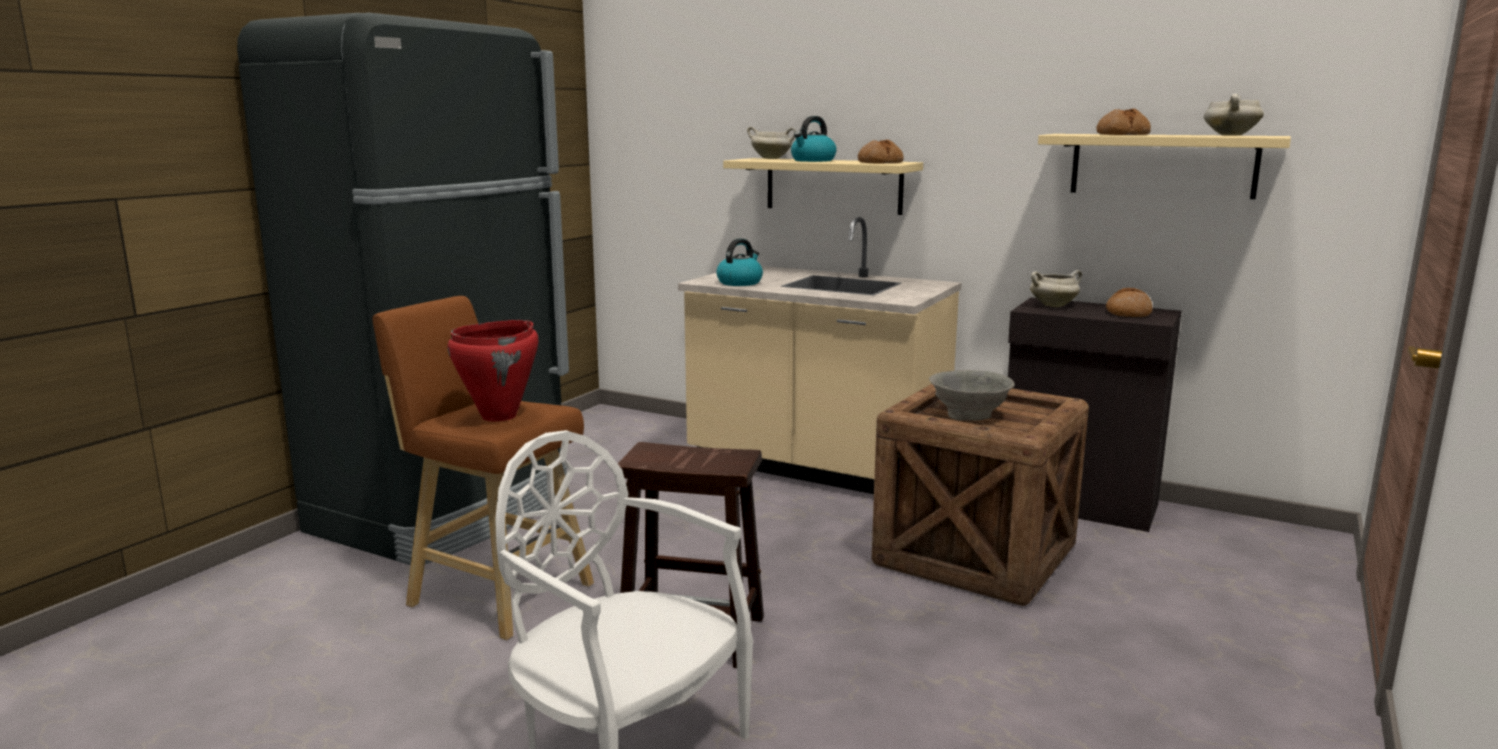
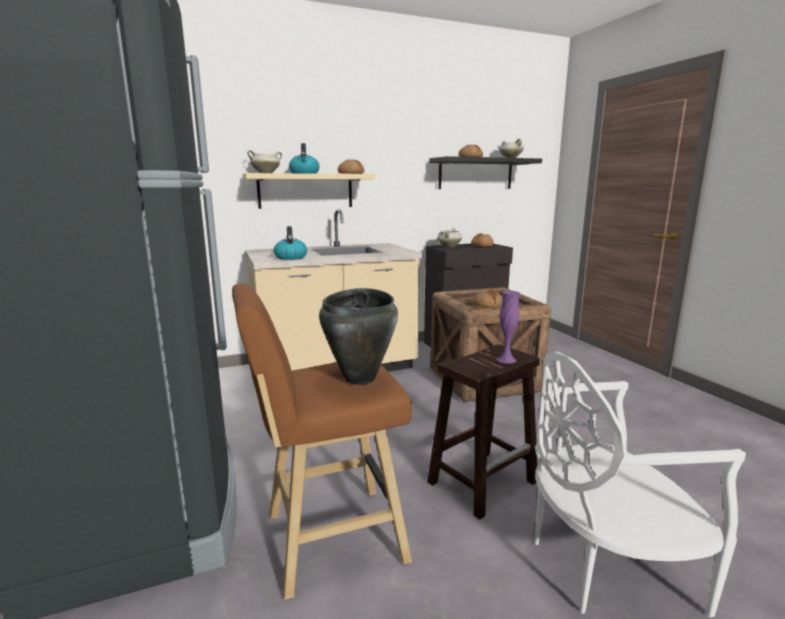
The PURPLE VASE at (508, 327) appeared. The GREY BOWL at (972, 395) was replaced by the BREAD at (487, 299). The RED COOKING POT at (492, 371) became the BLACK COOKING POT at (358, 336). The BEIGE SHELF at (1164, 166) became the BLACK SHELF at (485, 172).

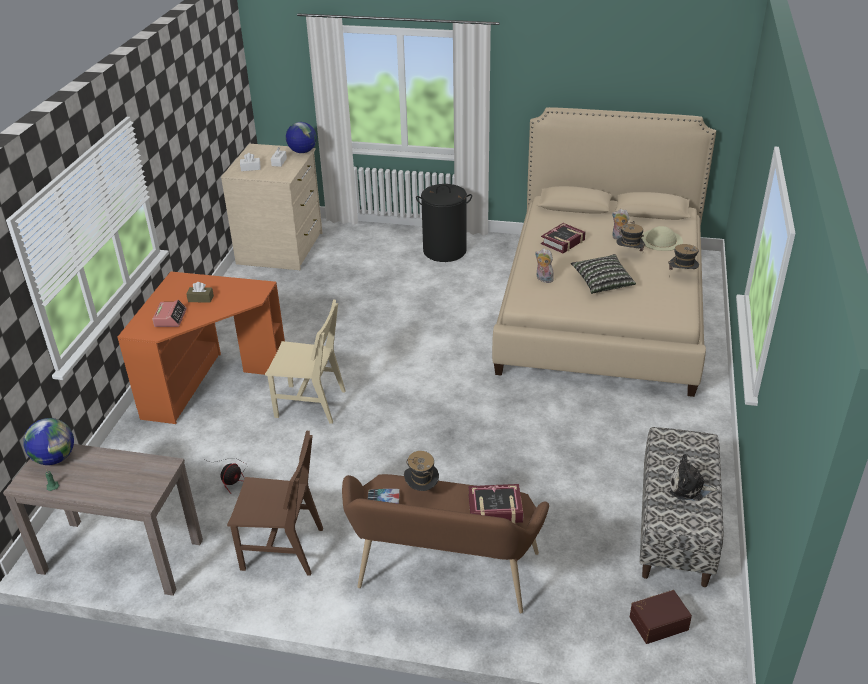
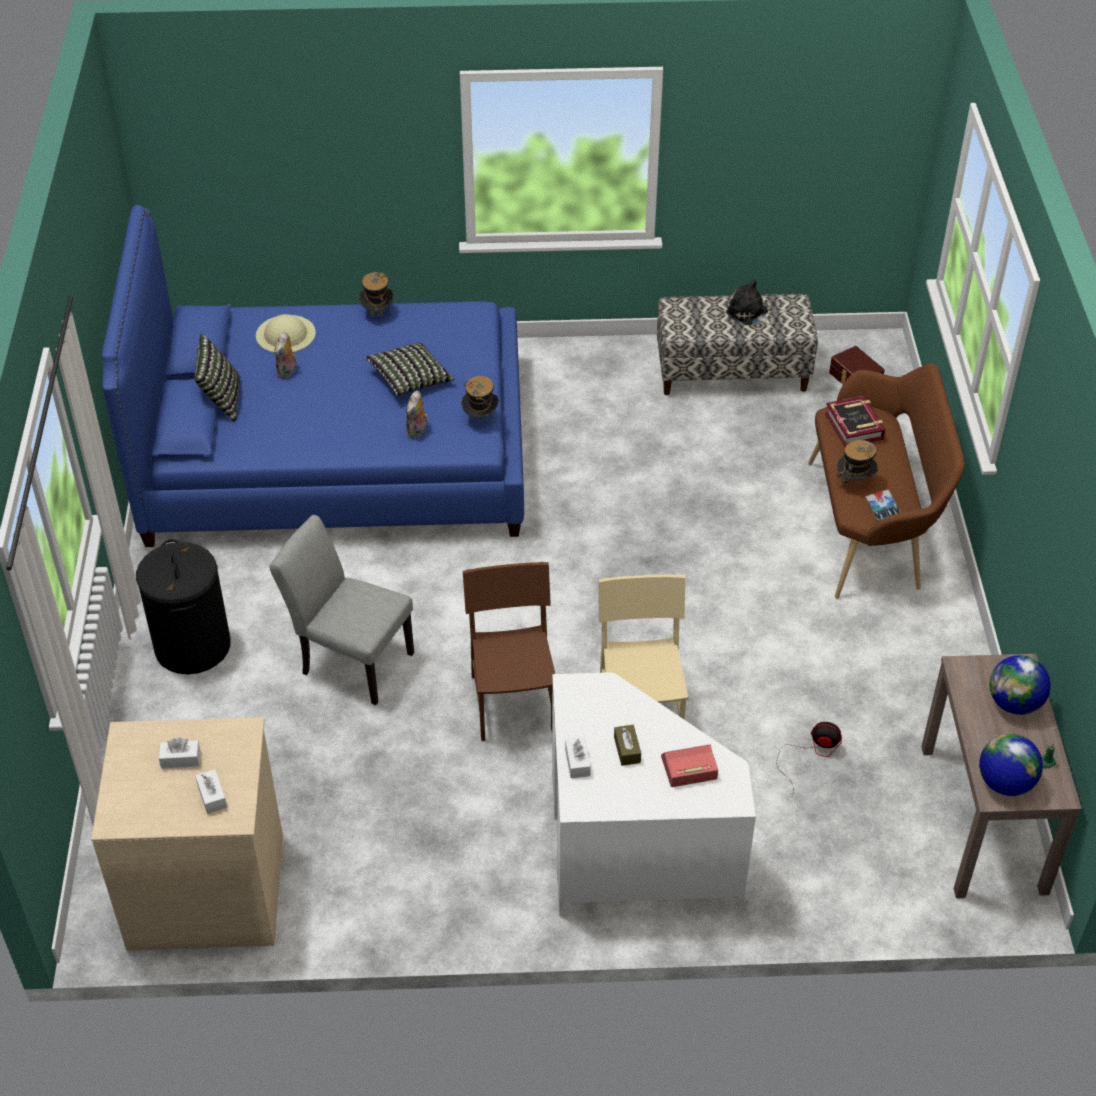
The BOOK at (563, 238) disappeared. The PILLOW at (217, 378) appeared. The GREY CHAIR at (341, 610) appeared. The WHITE TISSUE BOX at (578, 757) appeared. The BROWN CHAIR moved from (275, 503) to (509, 651). The GLOBE moved from (301, 137) to (1020, 685). The HAT moved from (631, 236) to (480, 397). The ORANGE DESK at (201, 347) became the WHITE DESK at (654, 794). The BEIGE BED at (604, 252) became the BLUE BED at (313, 376). The PLUSH TOY at (694, 477) turned 135 degrees clockwise.

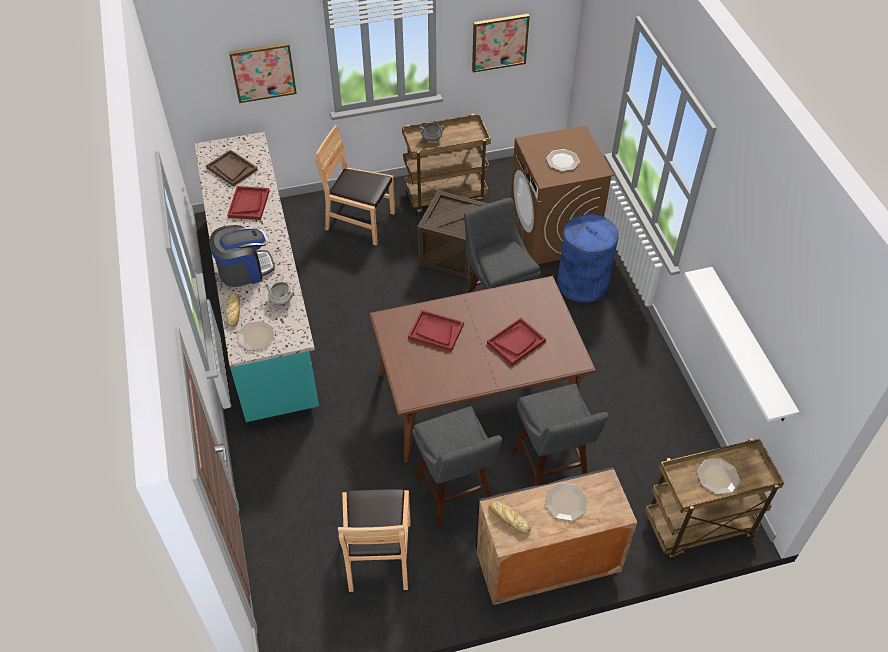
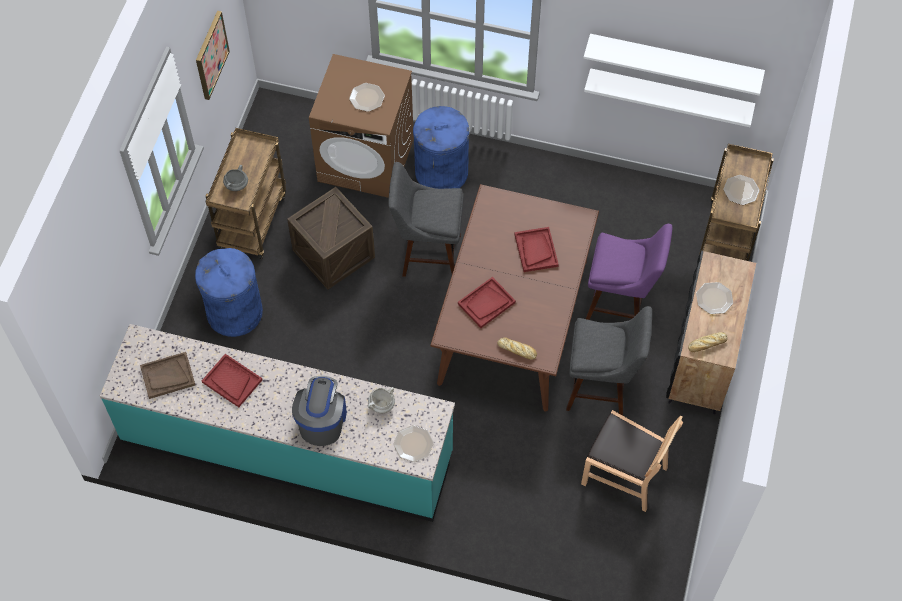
The PICTURE at (263, 72) disappeared. The WHITE SHELF at (674, 65) appeared. The BREAD moved from (233, 310) to (517, 348). The BROWN CHAIR at (355, 185) was replaced by the BLUE TRASH CAN at (229, 292). The GREY STOOL at (561, 435) became the PURPLE STOOL at (629, 272).

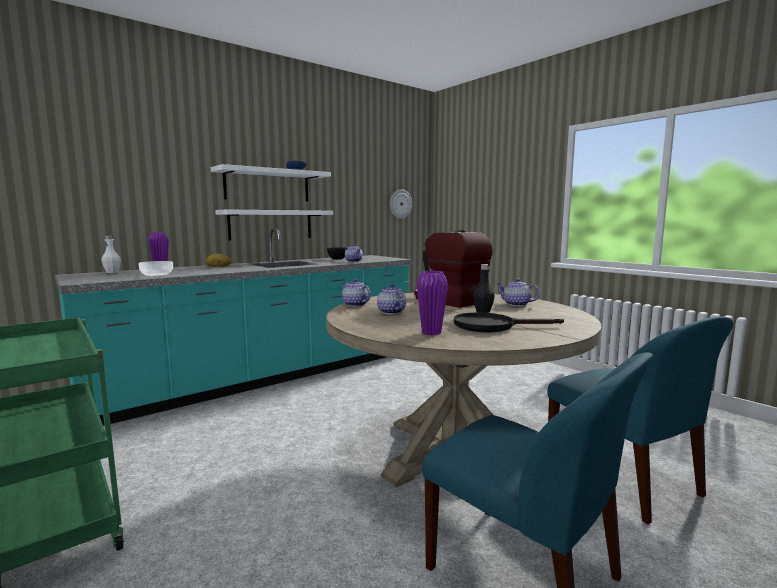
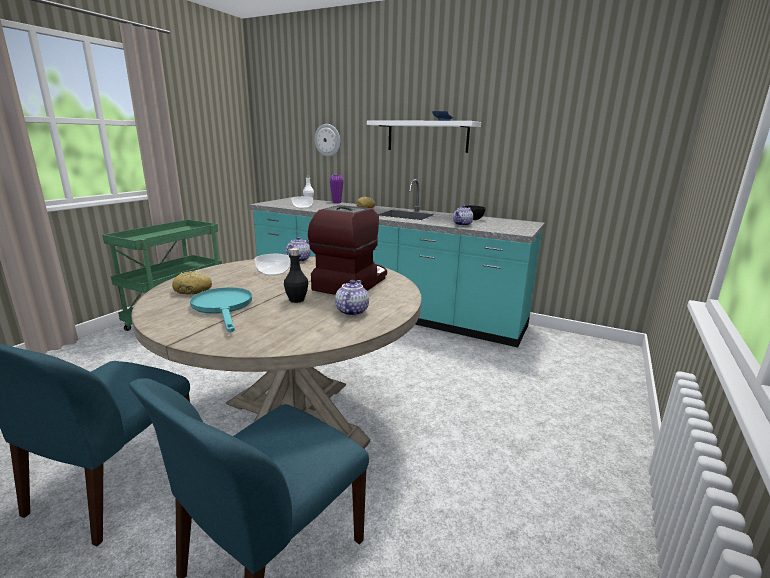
The WHITE SHELF at (274, 224) disappeared. The WALL CLOCK moved from (401, 204) to (327, 140). The TEAPOT at (391, 299) was replaced by the BOWL at (272, 265). The PURPLE VASE at (432, 303) was replaced by the BREAD at (192, 283). The BLACK FRYING PAN at (509, 322) became the TURQUOISE FRYING PAN at (221, 309).

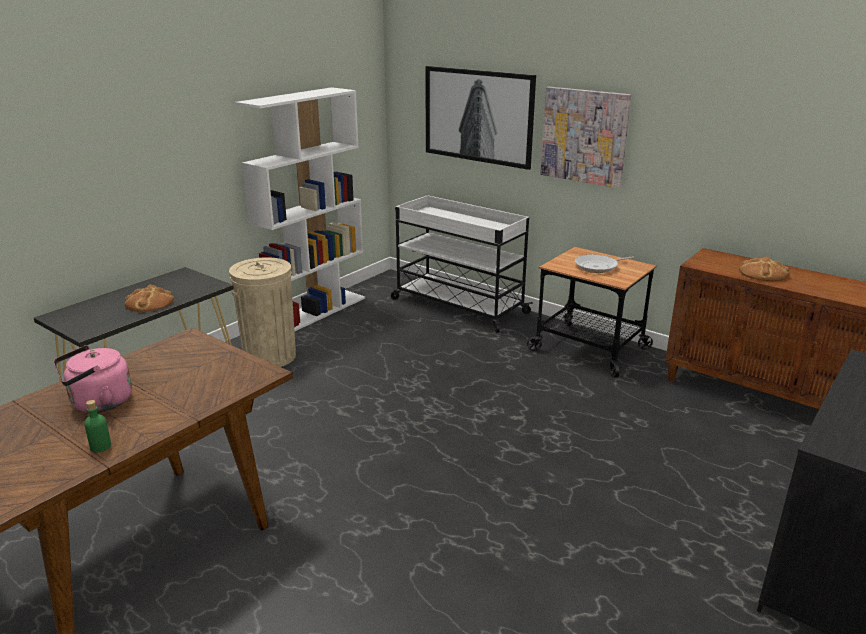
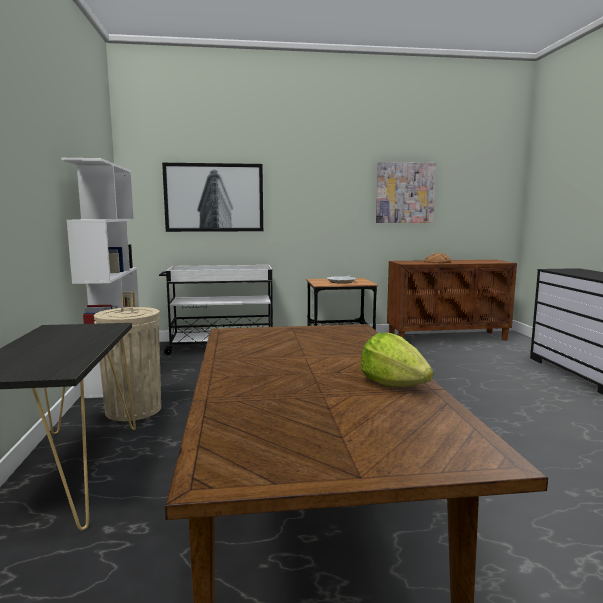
The PINK KETTLE at (92, 379) disappeared. The BREAD at (149, 298) disappeared. The PICTURE moved from (585, 137) to (406, 192). The GREEN BOTTLE at (97, 426) was replaced by the LETTUCE at (397, 360).

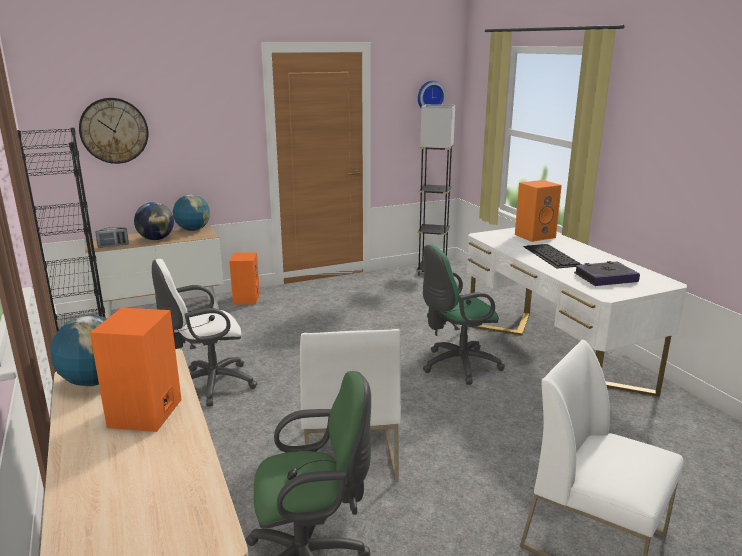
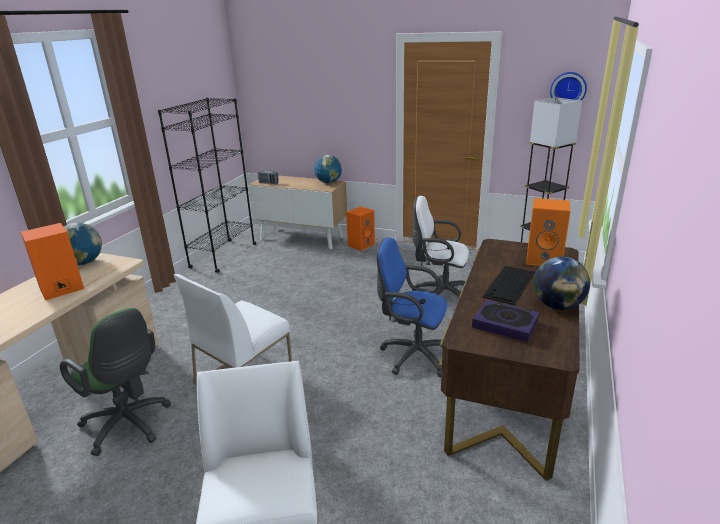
The WALL CLOCK at (113, 131) disappeared. The GLOBE moved from (154, 221) to (561, 283). The WHITE OFFICE CHAIR moved from (205, 332) to (440, 246). The GREEN OFFICE CHAIR at (464, 314) became the BLUE OFFICE CHAIR at (411, 307). The WHITE DESK at (577, 312) became the BROWN DESK at (509, 360).

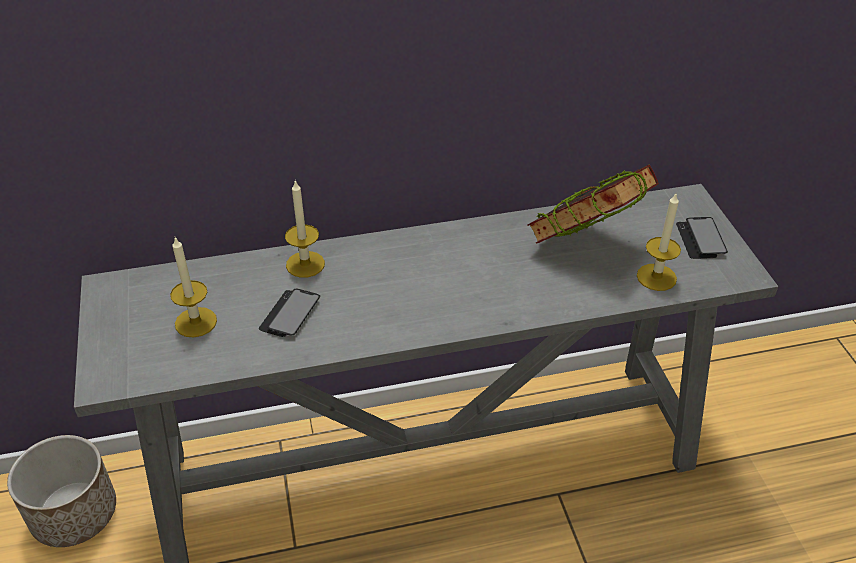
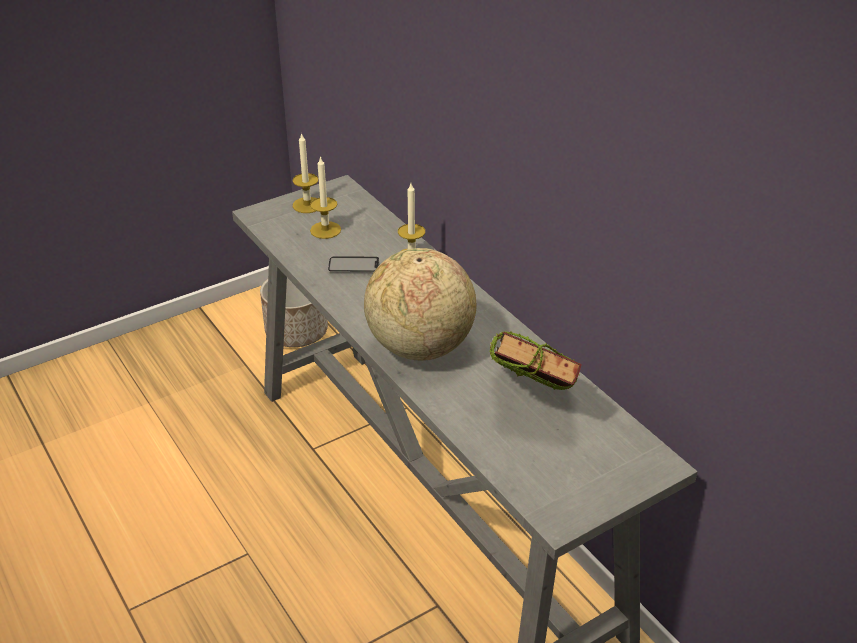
The PHONE at (702, 238) disappeared. The GLOBE at (420, 304) appeared. The CANDLE moved from (659, 241) to (305, 172).

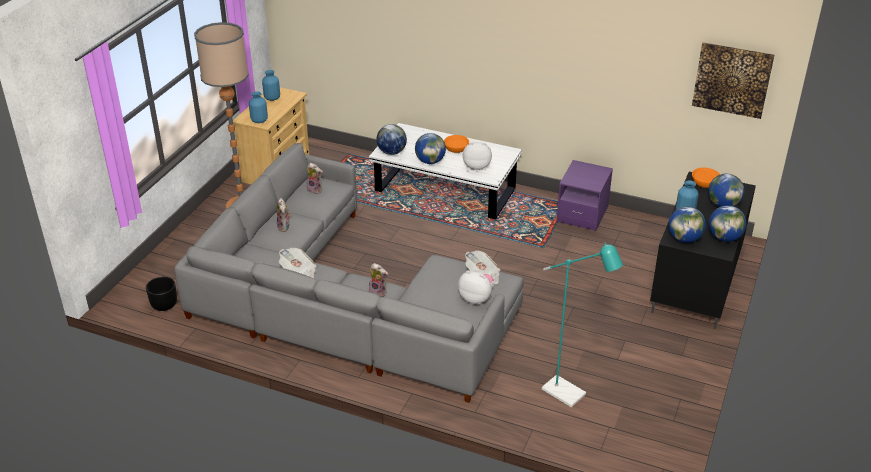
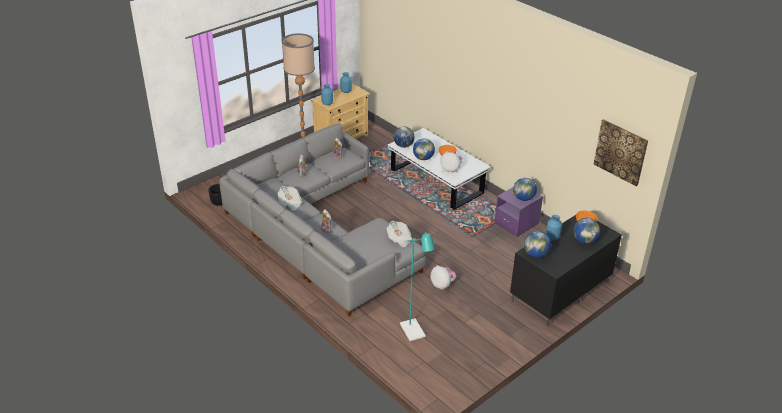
The PLUSH TOY moved from (476, 288) to (443, 277). The GLOBE moved from (727, 223) to (525, 189).

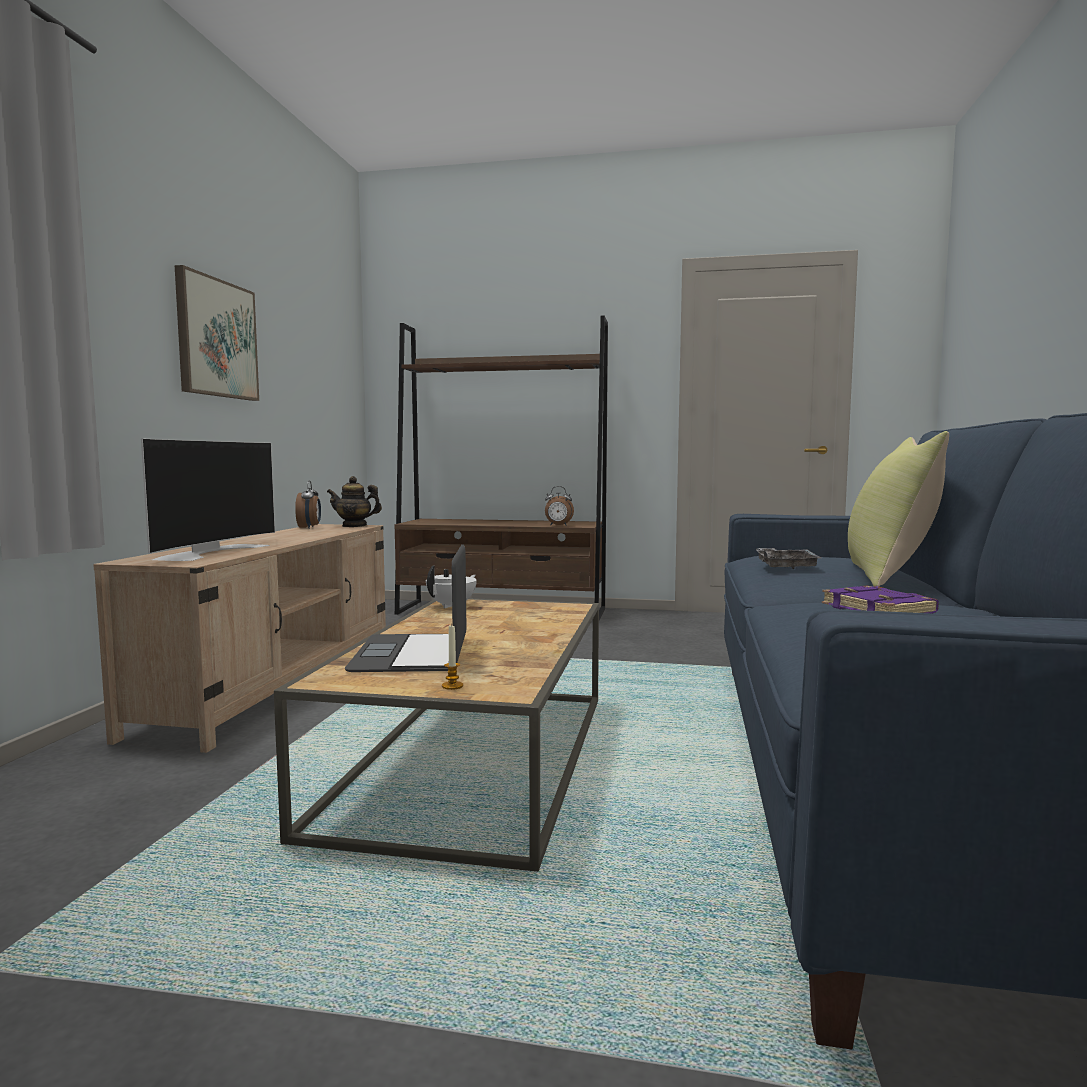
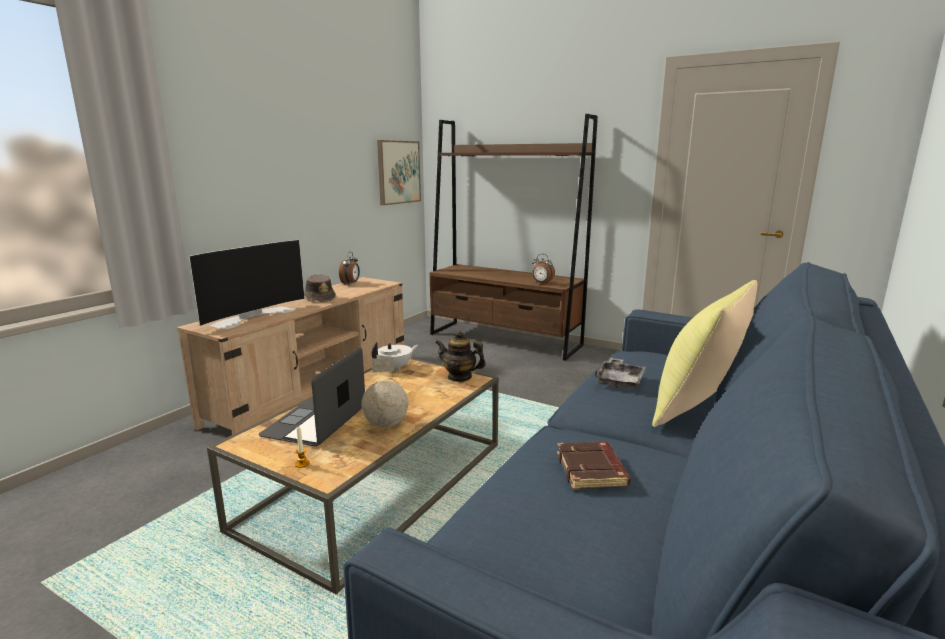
The BROWN HAT at (320, 288) appeared. The GLOBE at (384, 392) appeared. The PICTURE moved from (216, 333) to (399, 172). The TEAPOT moved from (354, 501) to (460, 356). The PURPLE BOOK at (880, 599) became the BROWN BOOK at (594, 465).

